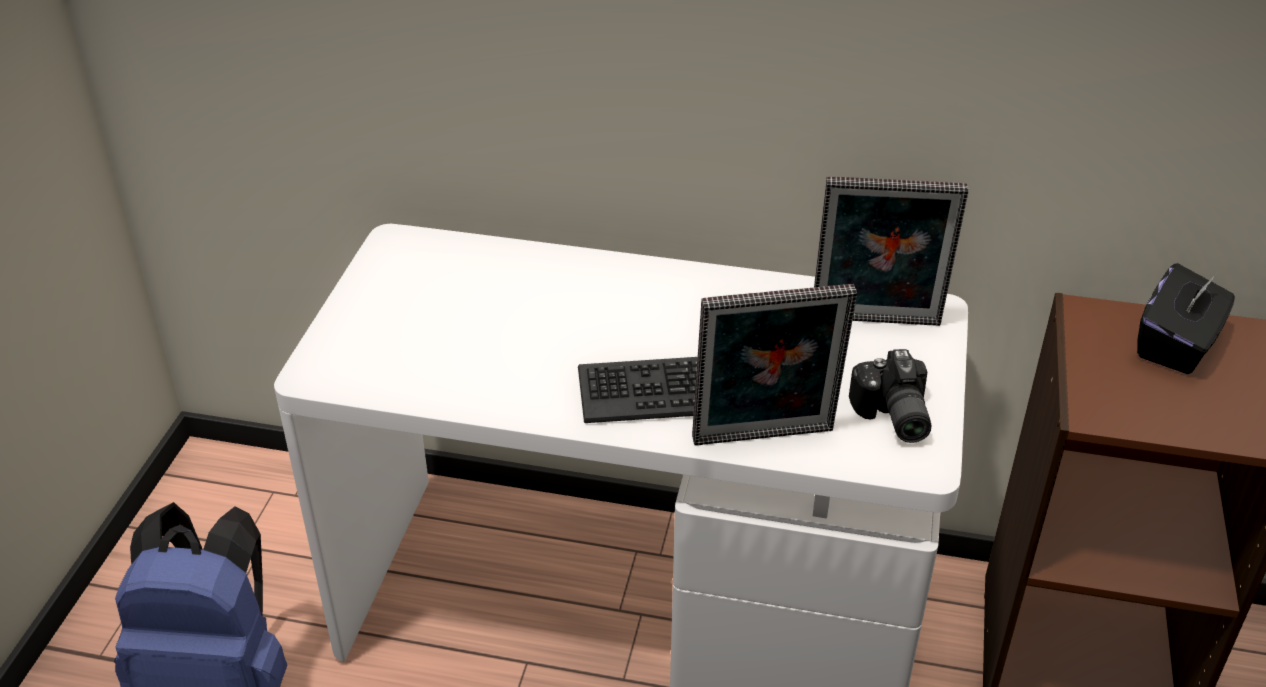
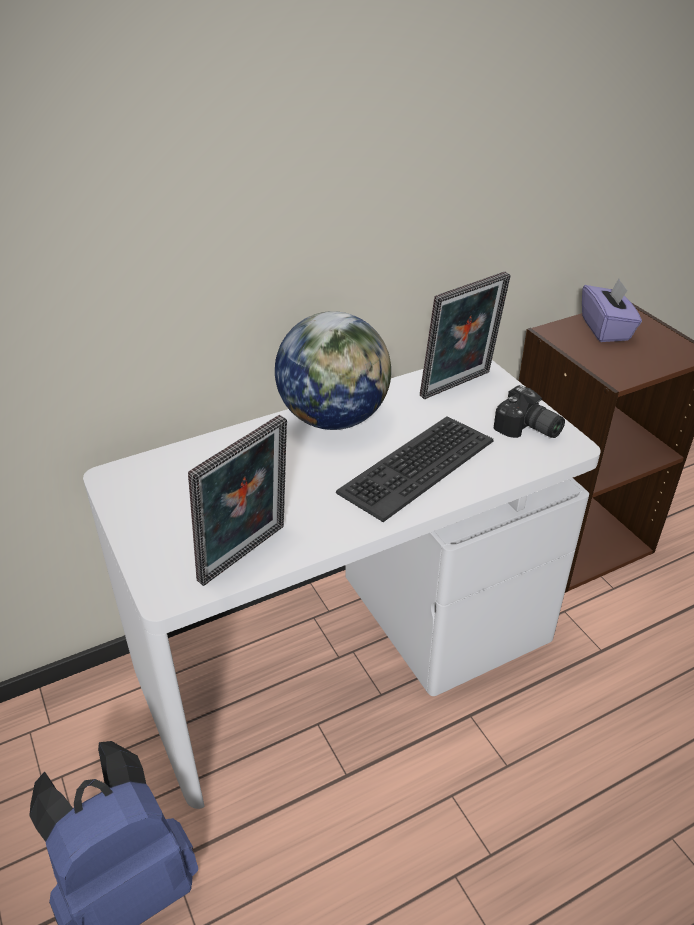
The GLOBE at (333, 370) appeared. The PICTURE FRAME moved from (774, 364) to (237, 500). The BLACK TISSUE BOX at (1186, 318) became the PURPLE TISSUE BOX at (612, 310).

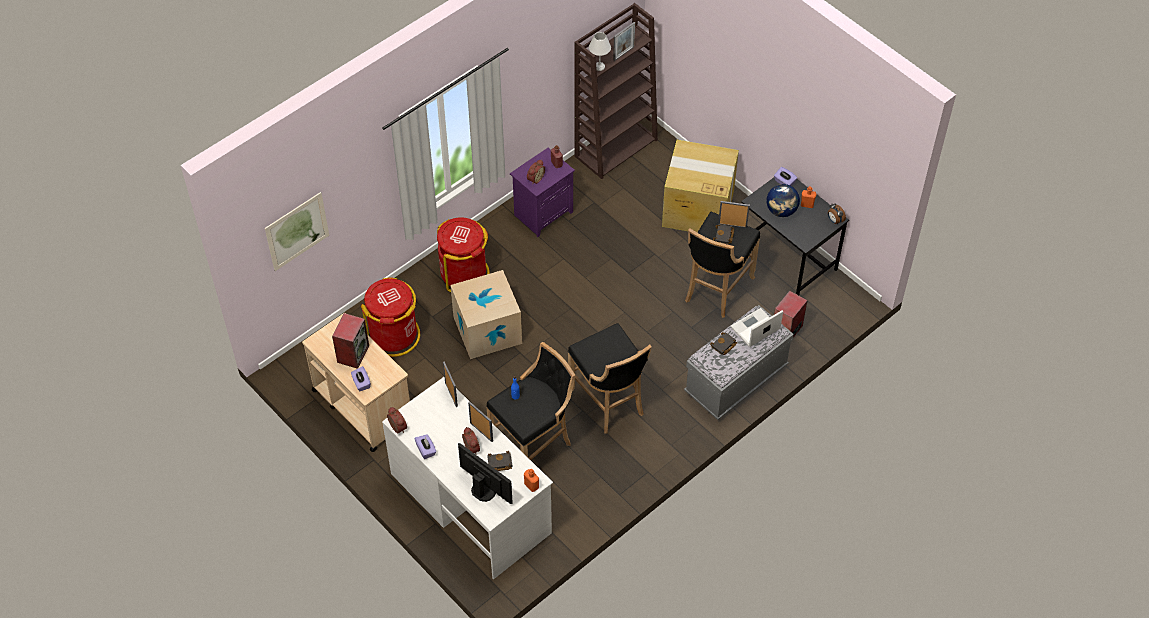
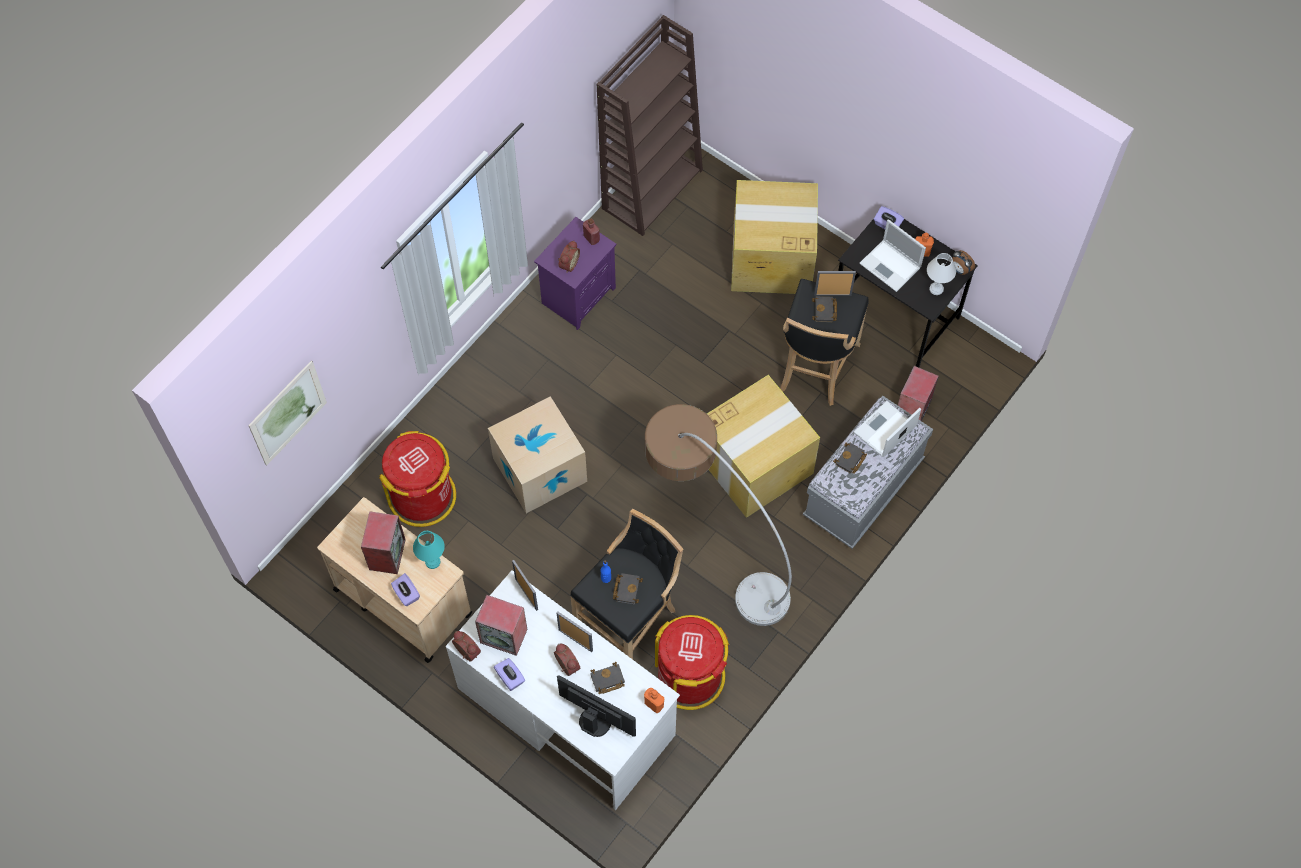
The PICTURE FRAME at (624, 41) disappeared. The TURQUOISE TABLE LAMP at (429, 550) appeared. The SPEAKER at (501, 625) appeared. The BLACK BOOK at (628, 588) appeared. The CARDBOARD BOX at (763, 446) appeared. The RED TRASH CAN moved from (463, 254) to (692, 662). The WHITE TABLE LAMP moved from (600, 51) to (941, 274). The BLACK STOOL at (610, 378) was replaced by the FLOOR LAMP at (718, 515). The GLOBE at (783, 200) was replaced by the LAPTOP at (892, 255).

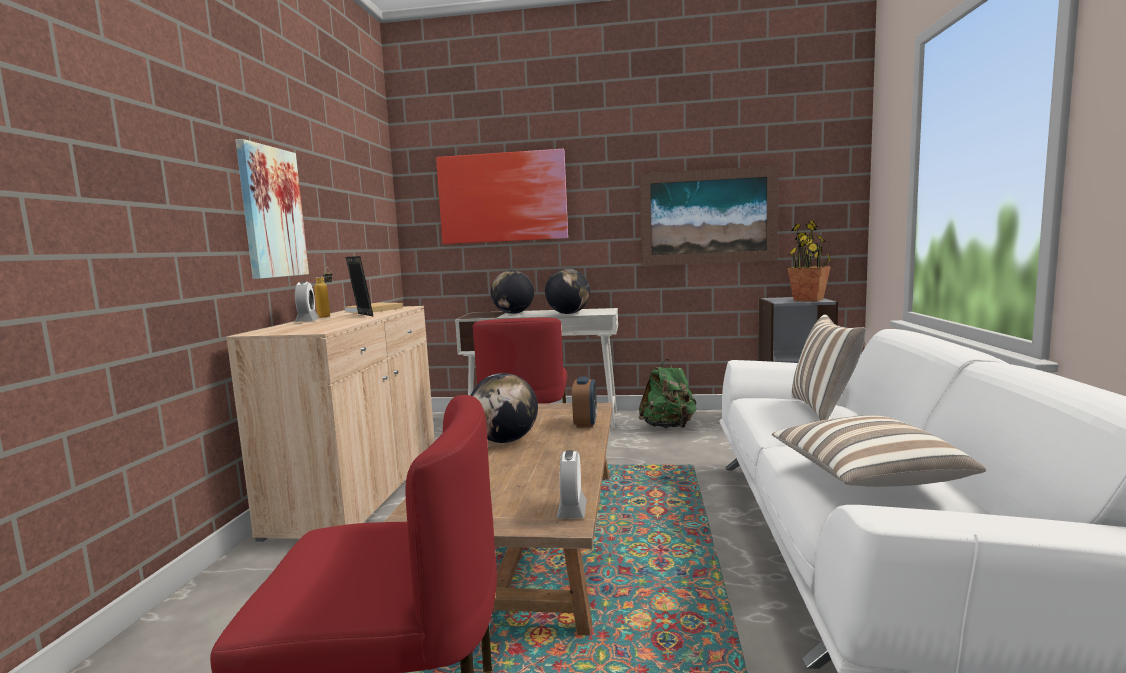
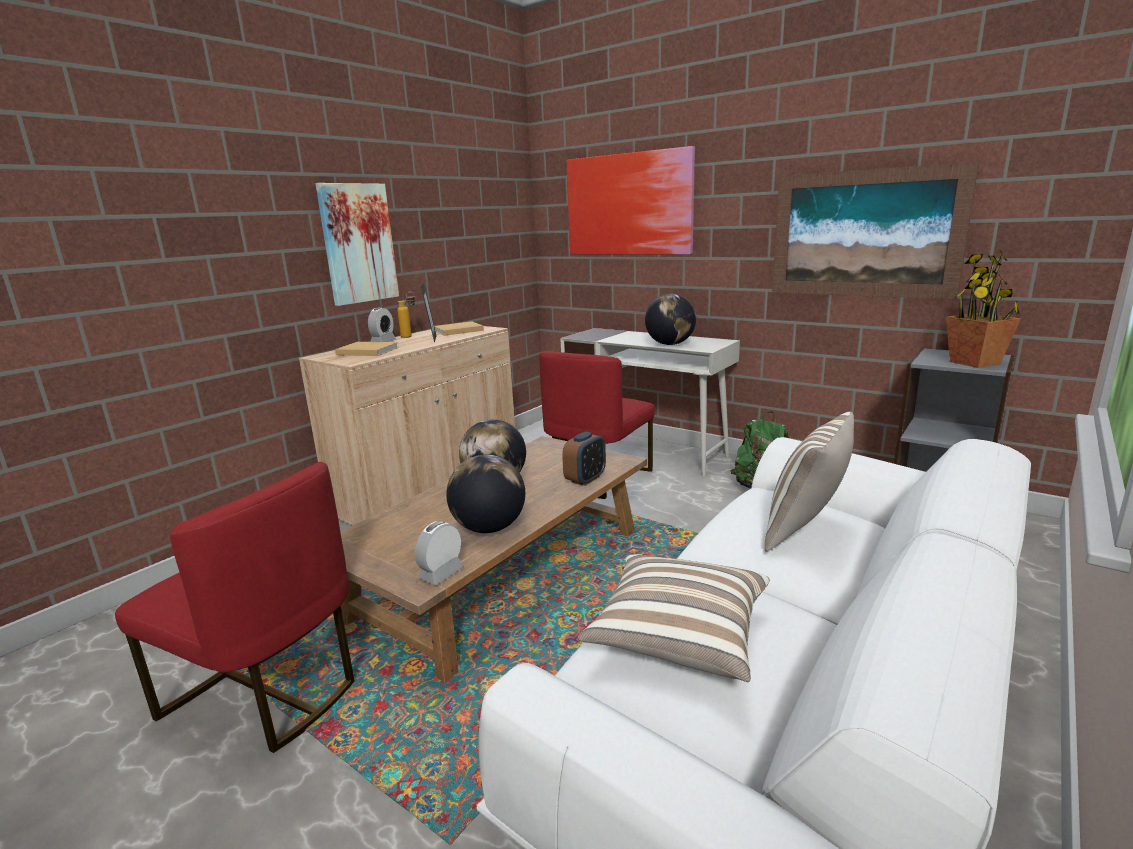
The BEIGE BOOK at (367, 349) appeared. The GLOBE moved from (512, 292) to (485, 493).

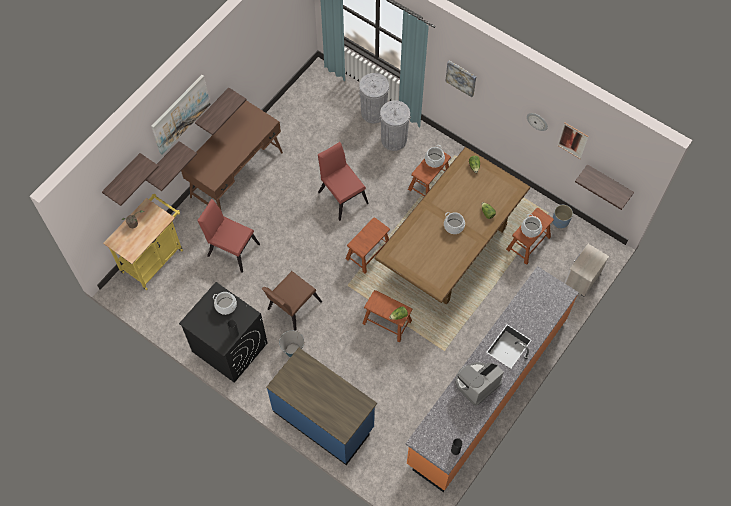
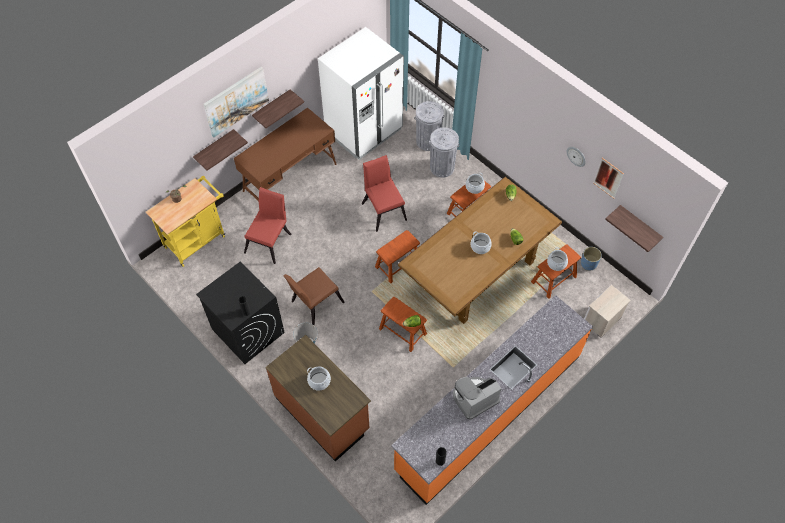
The SHELF at (130, 179) disappeared. The PICTURE at (461, 78) disappeared. The WHITE FRIDGE at (361, 93) appeared. The COOKING POT moved from (225, 303) to (319, 378). The BLUE COUNTER at (321, 406) became the BROWN COUNTER at (318, 398). The RED CHAIR at (228, 236) turned 75 degrees clockwise.

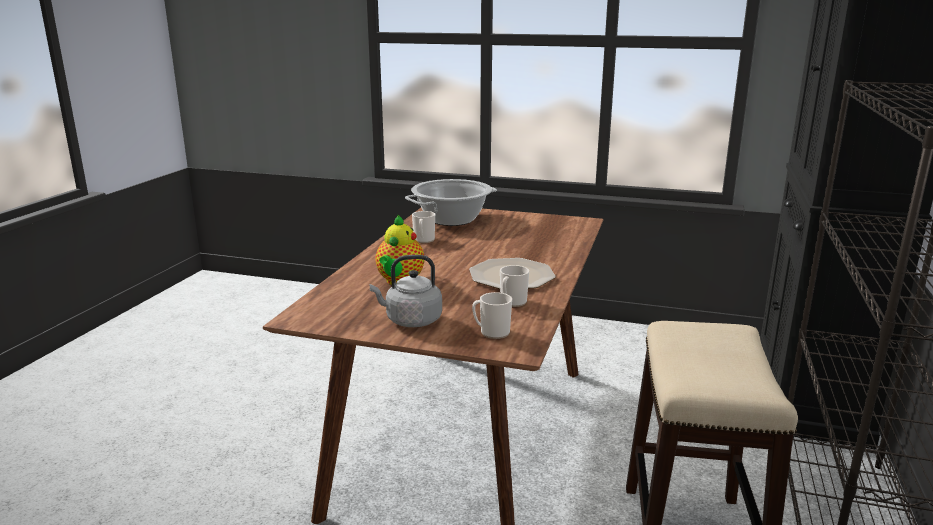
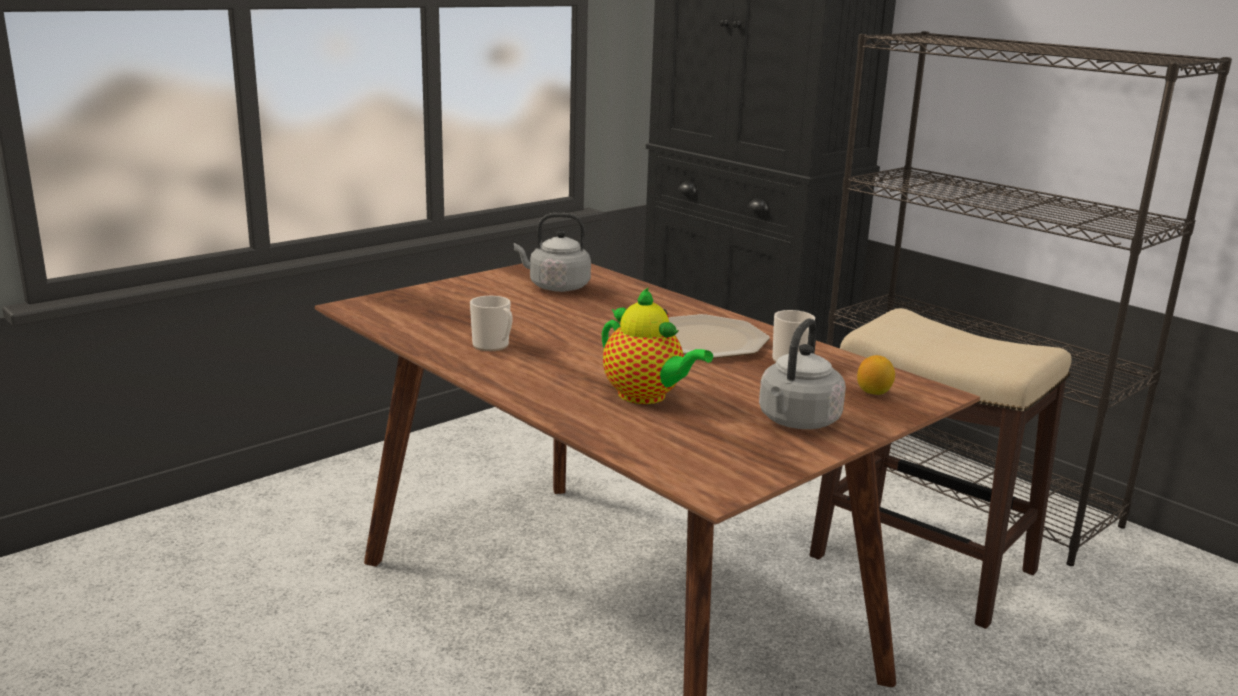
The COOKING POT at (451, 202) disappeared. The GREY KETTLE at (552, 252) appeared. The MUG at (492, 315) was replaced by the LEMON at (876, 375).

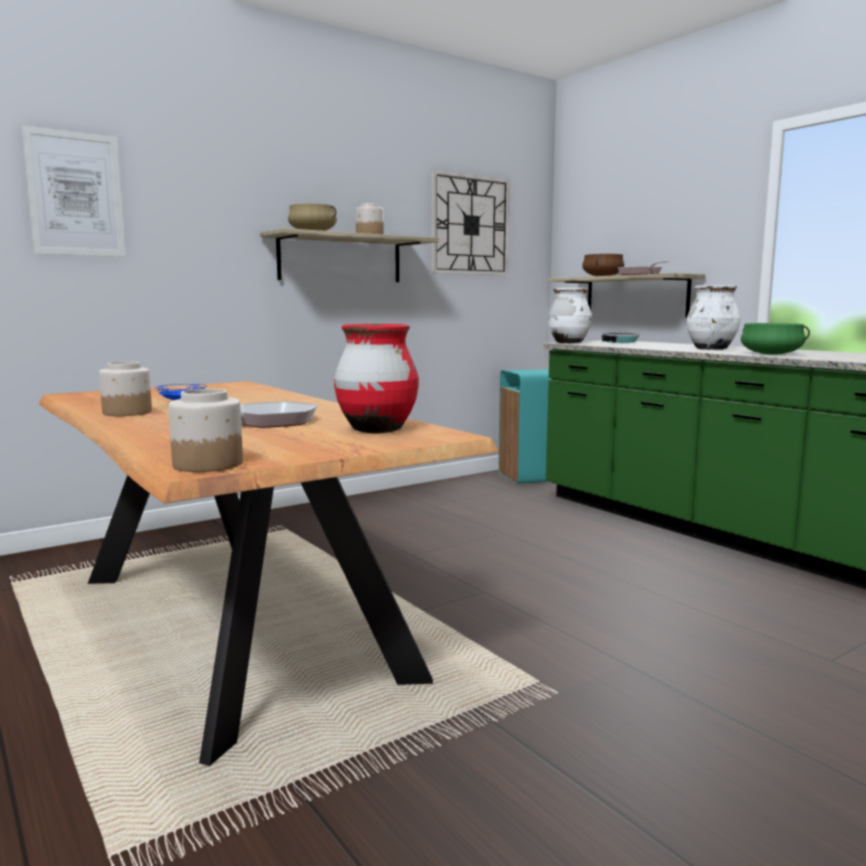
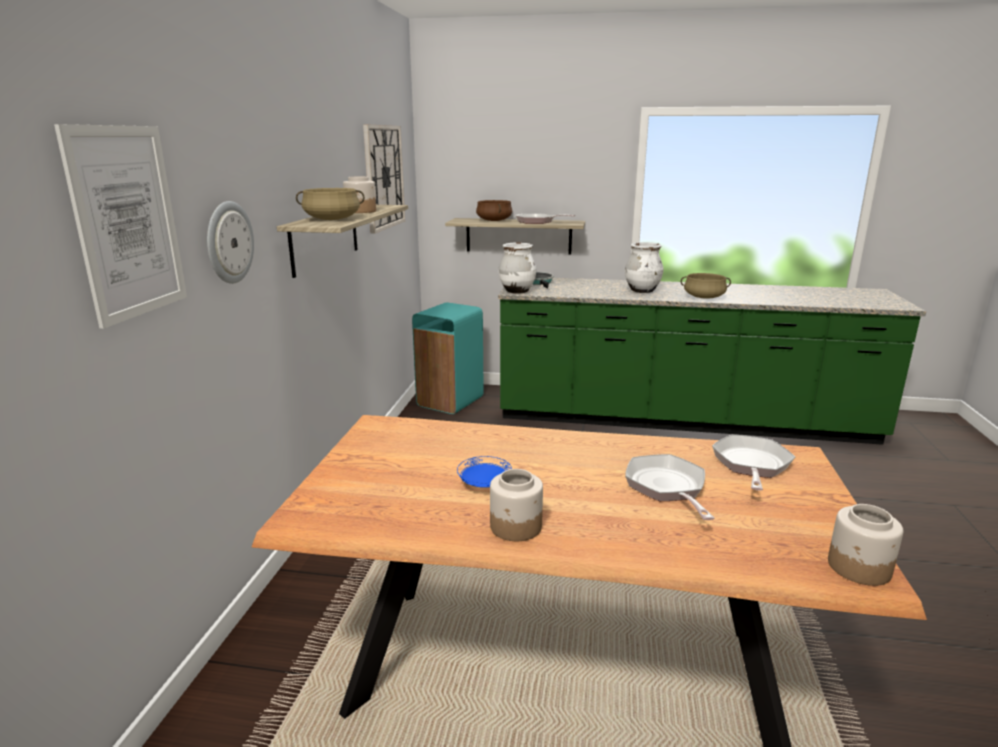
The WALL CLOCK at (230, 242) appeared. The RED VASE at (376, 378) was replaced by the FRYING PAN at (753, 462). The GREEN COOKING POT at (775, 339) became the BEIGE COOKING POT at (706, 286).

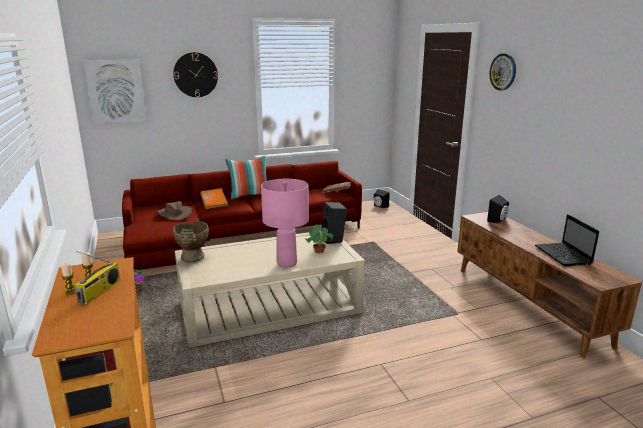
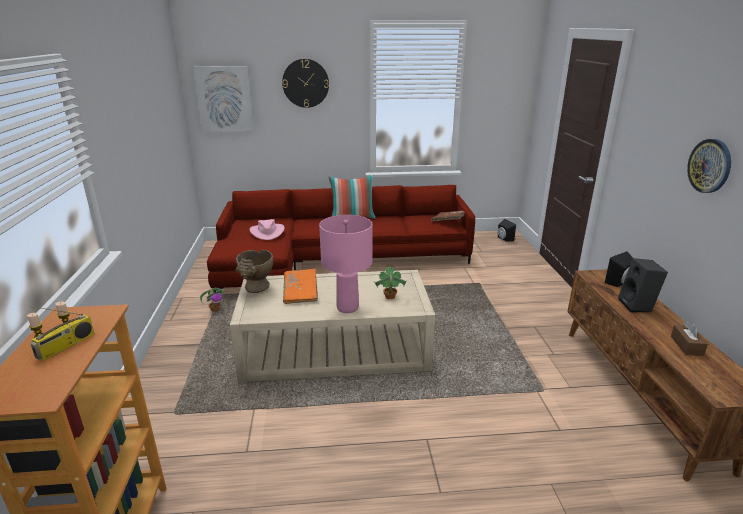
The ORANGE BOOK moved from (214, 198) to (300, 286). The BLACK SPEAKER moved from (334, 223) to (643, 285). The WALL CLOCK moved from (502, 71) to (709, 166). The LAPTOP at (567, 240) was replaced by the BROWN TISSUE BOX at (689, 339). The BROWN HAT at (174, 210) became the PINK HAT at (267, 229).

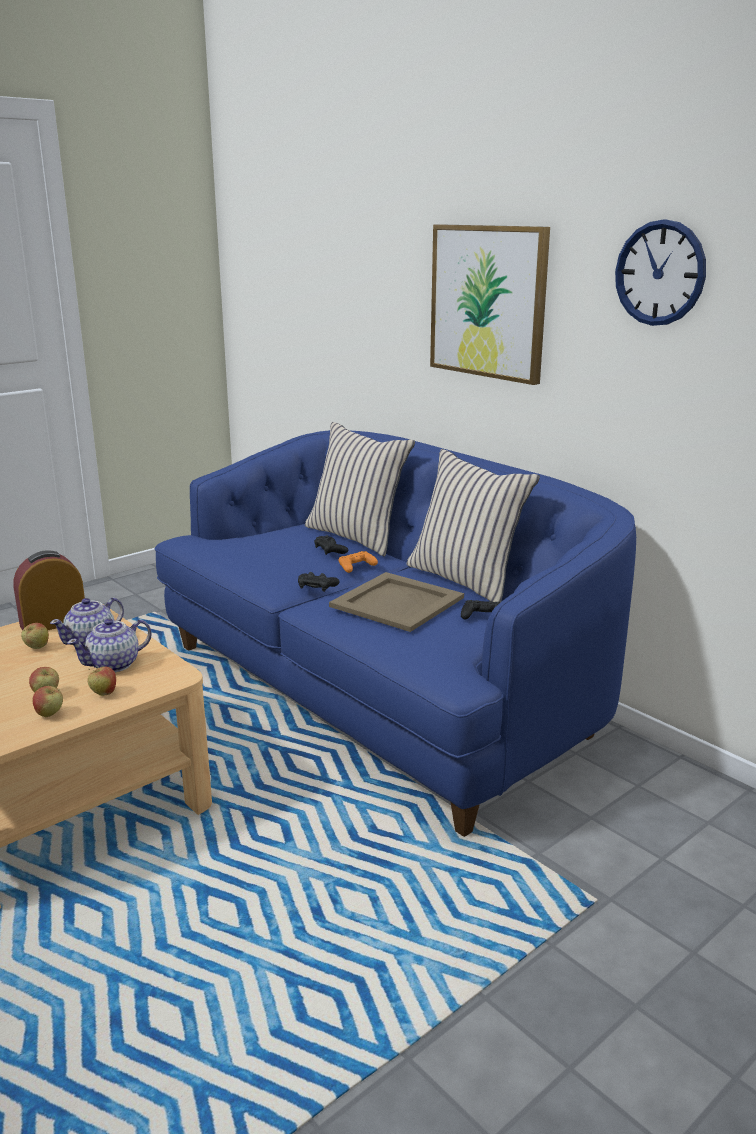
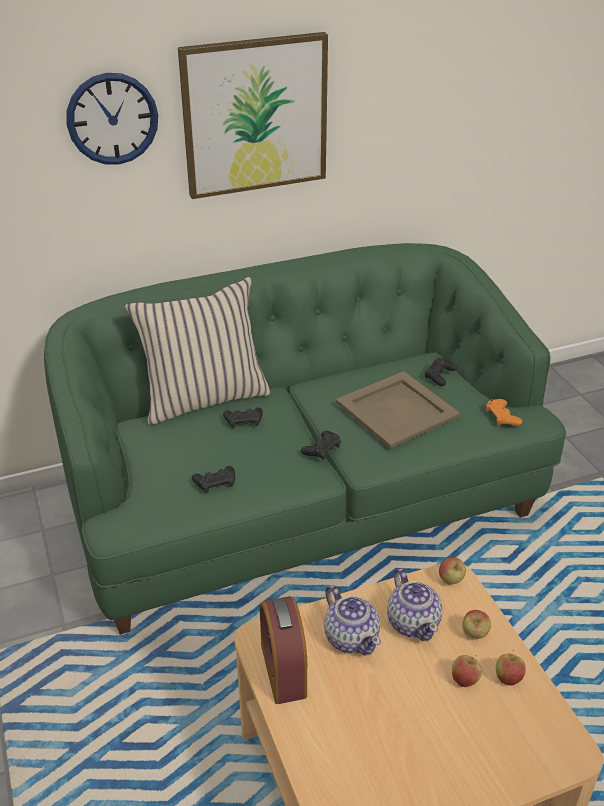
The BEIGE PILLOW at (473, 525) disappeared. The BLACK GAME CONTROLLER at (213, 479) appeared. The APPLE moved from (35, 636) to (452, 571). The ORANGE GAME CONTROLLER moved from (358, 562) to (504, 412). The WALL CLOCK moved from (660, 272) to (112, 119). The BLUE SOFA at (395, 633) became the GREEN SOFA at (305, 439).

